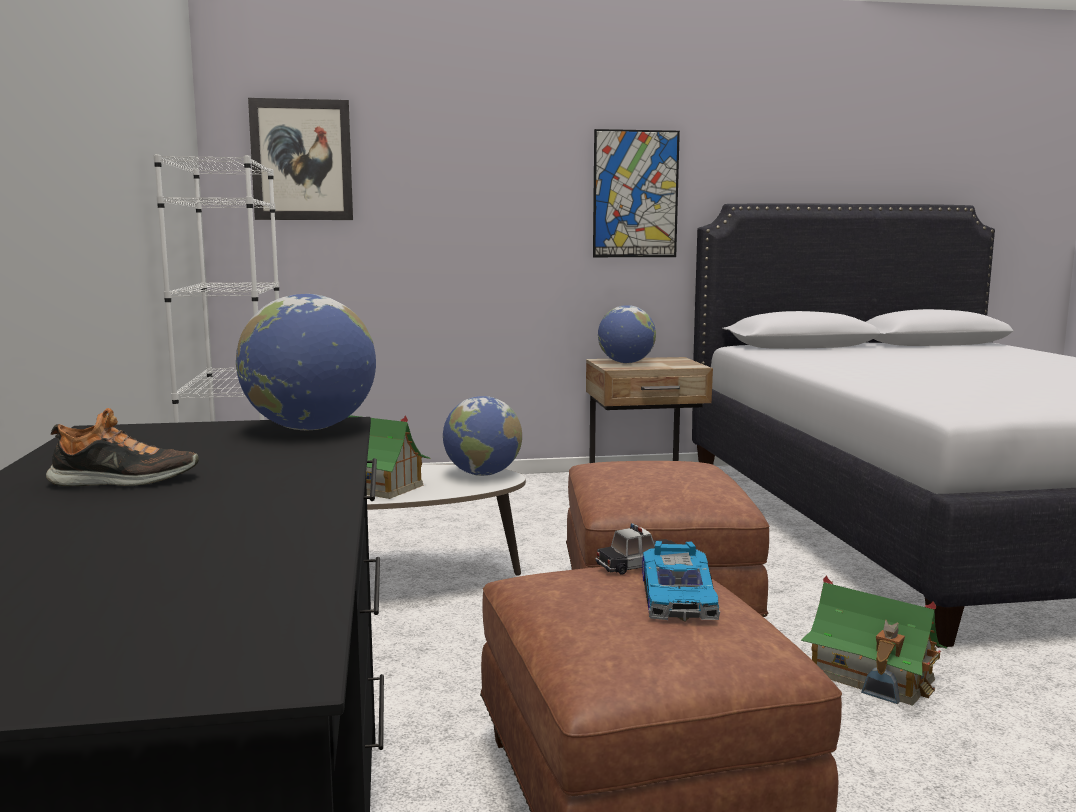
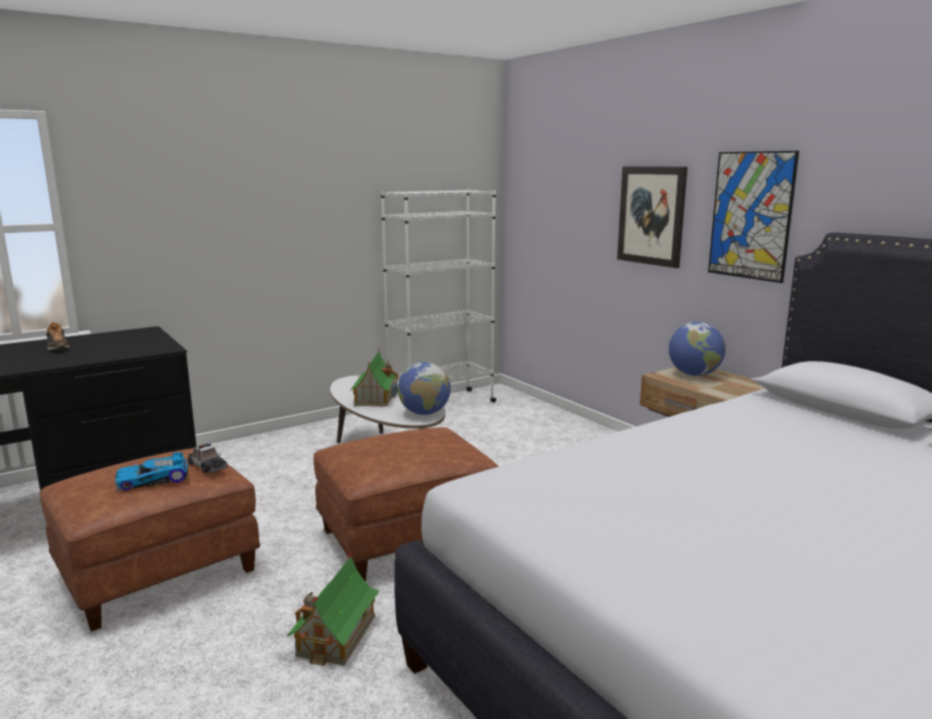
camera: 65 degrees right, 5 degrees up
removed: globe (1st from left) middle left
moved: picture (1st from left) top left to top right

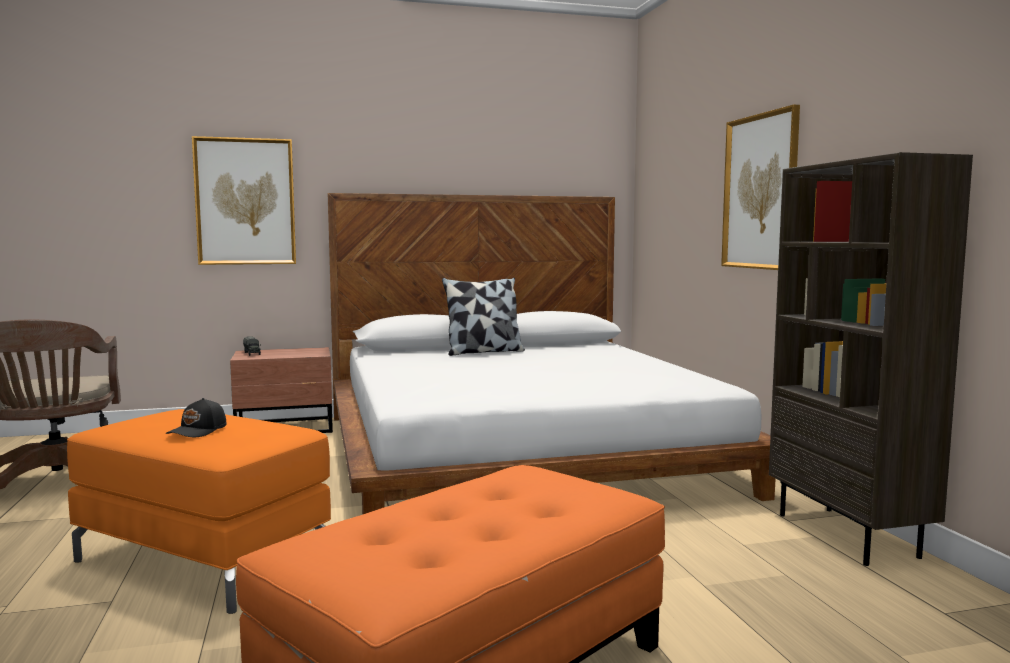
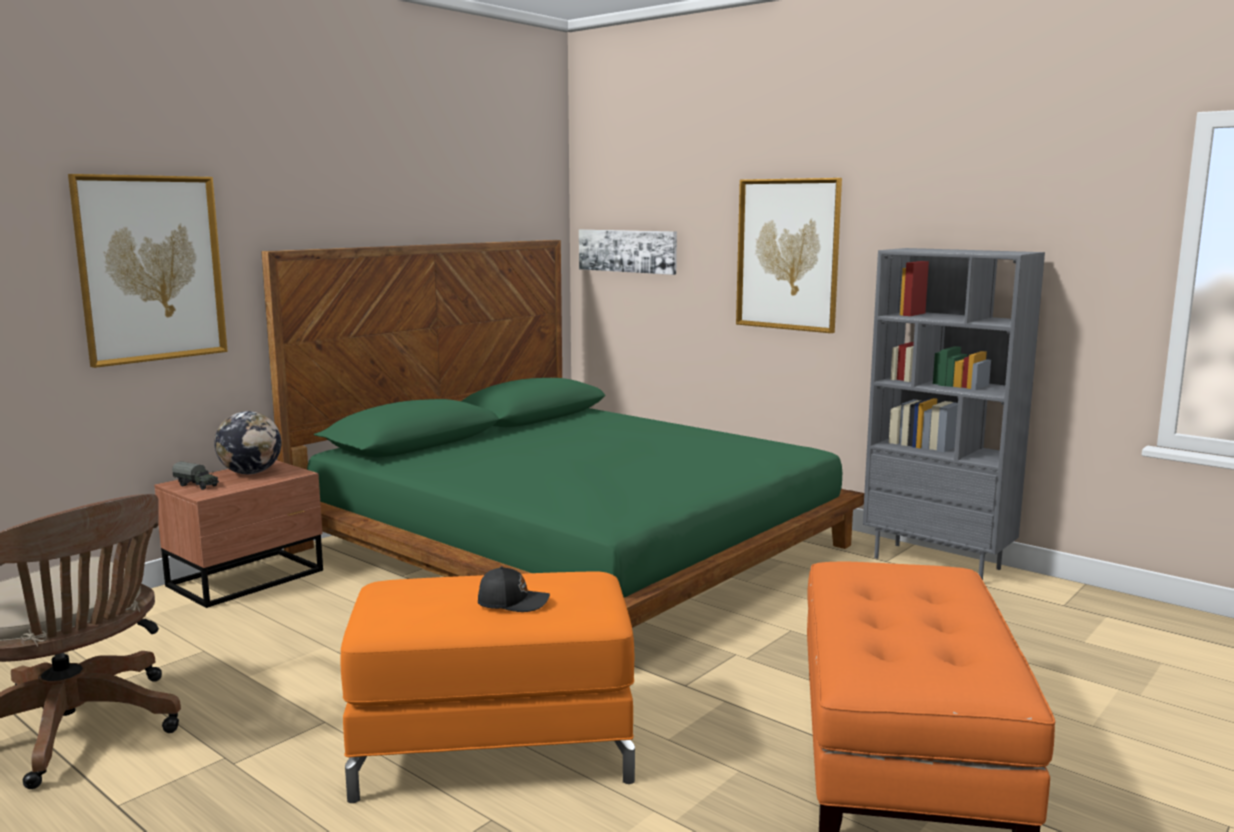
camera: 35 degrees left, 5 degrees up
removed: pillow centre
added: globe middle left; picture (2nd from left) top centre
recoloured: white_bed centre to green_bed centre; brown_bookcase middle right to grey_bookcase middle right
turned: black_cap middle left = bottom centre 75 degrees counterclockwise

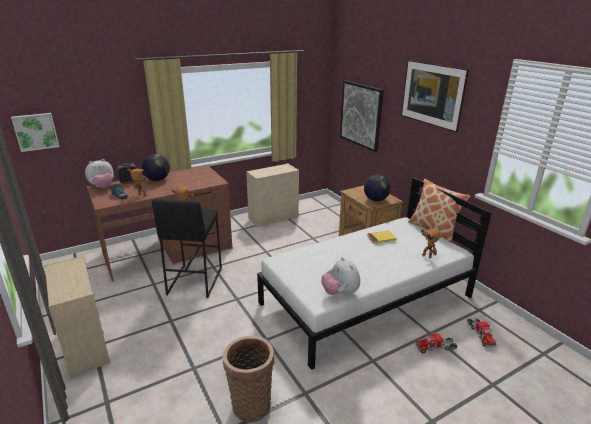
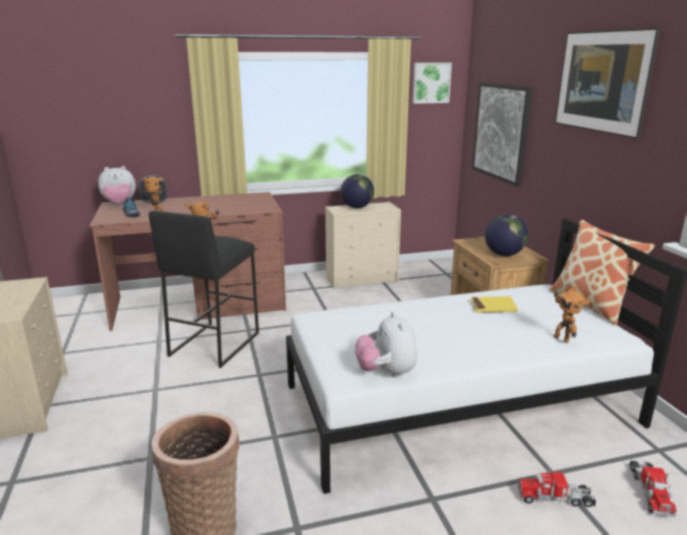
camera: 15 degrees right, 5 degrees down
moved: picture (1st from left) top left to top centre; globe (1st from left) middle left to centre

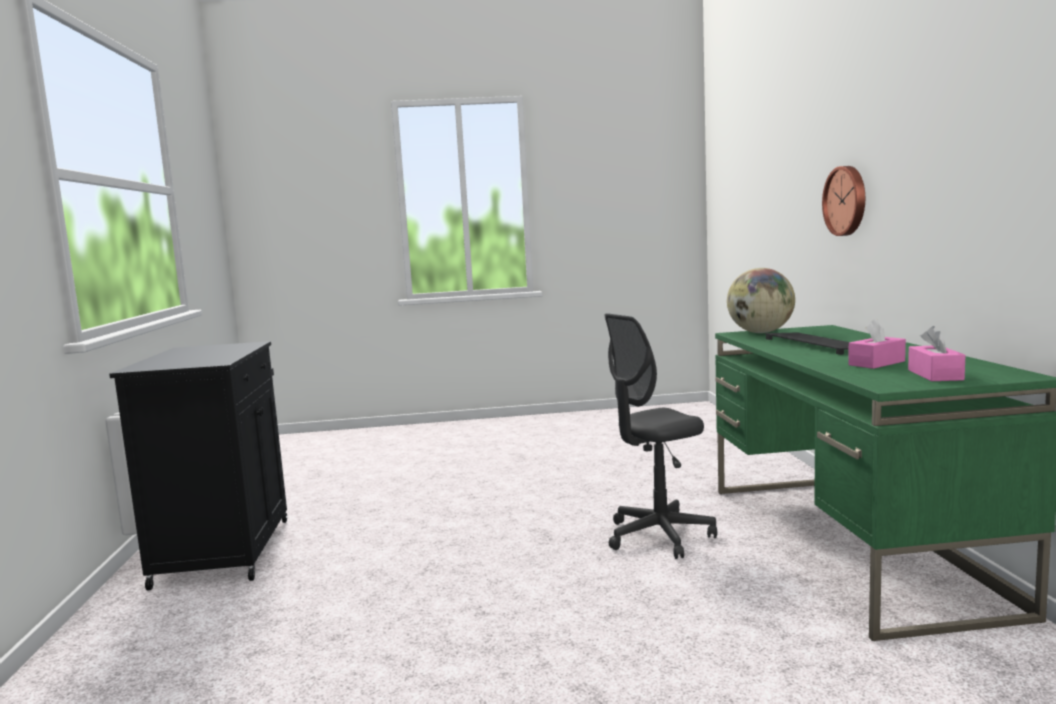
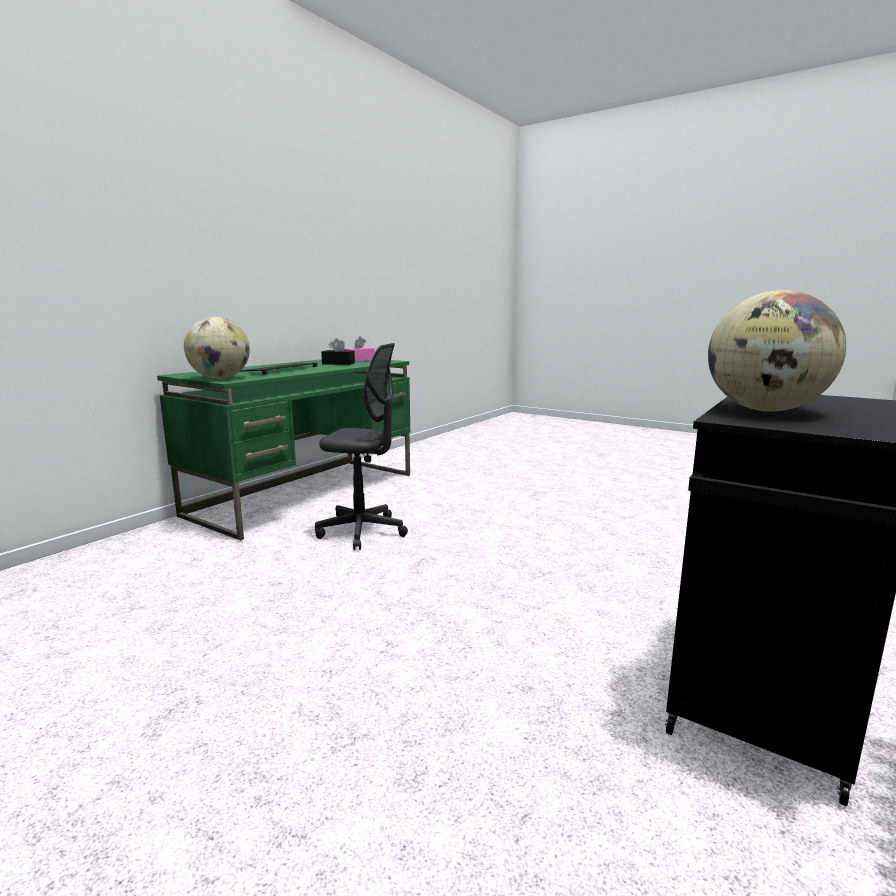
camera: 140 degrees left, 5 degrees up
removed: wall_clock top right
added: globe (2nd from left) middle right
recoloured: pink_tissue_box (1st from left) middle right to black_tissue_box centre

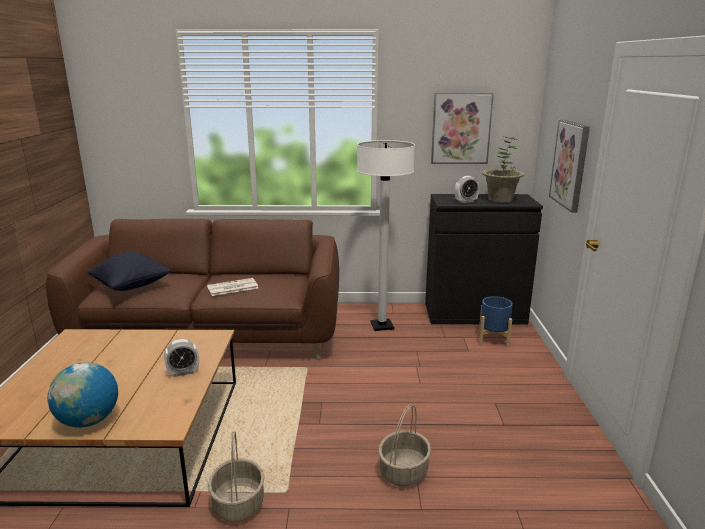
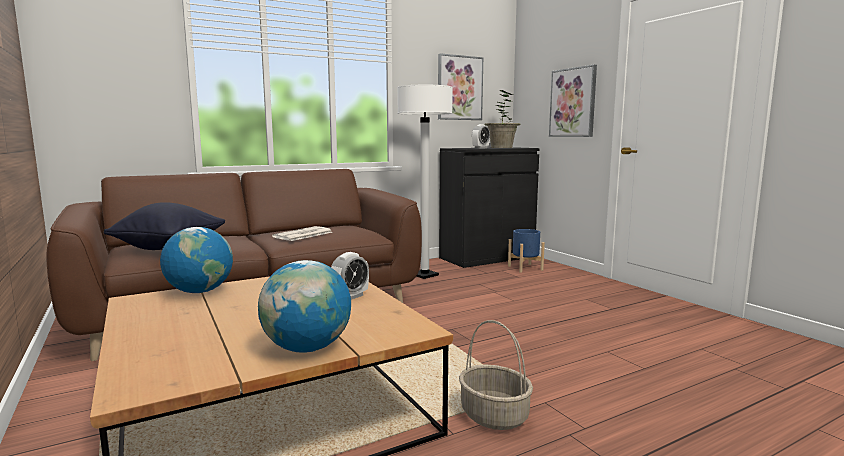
camera: 30 degrees left, 10 degrees down
removed: basket (2nd from left) bottom centre
added: globe (1st from left) middle left

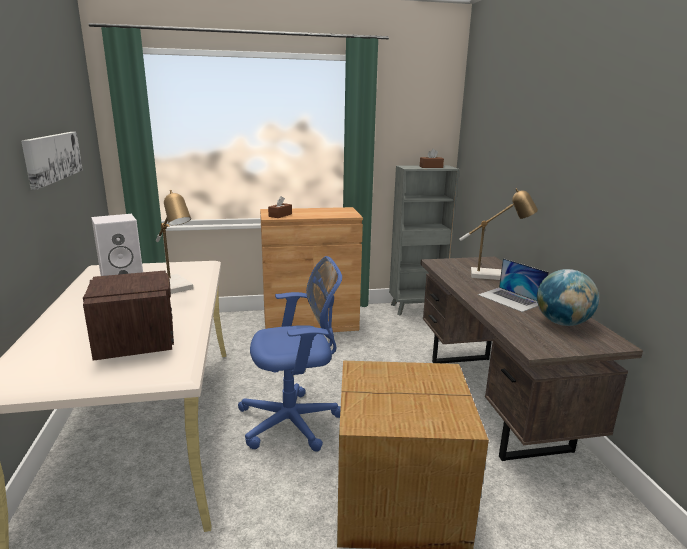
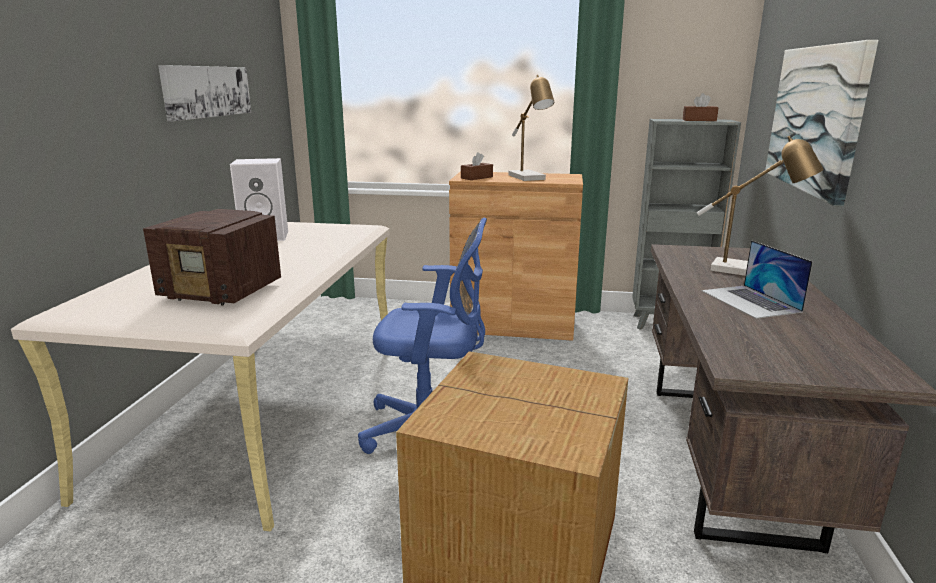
camera: 20 degrees right, 0 degrees up
removed: globe middle right
added: picture (2nd from left) top right
moved: table_lamp (1st from left) middle left to top centre
turned: radio middle left = middle left 105 degrees clockwise

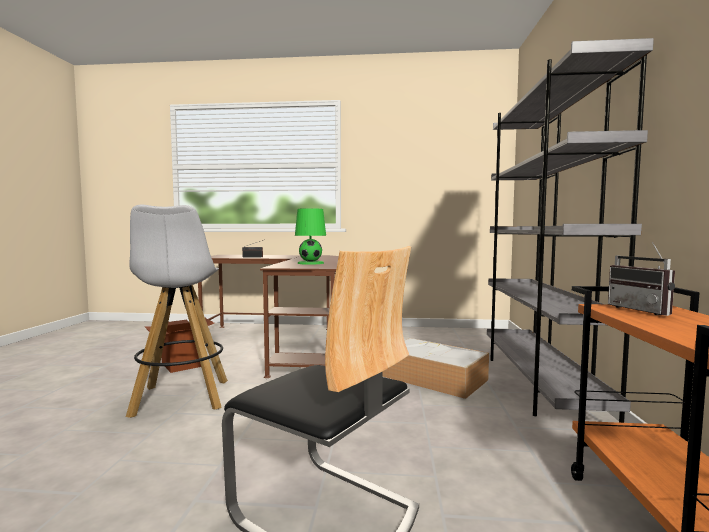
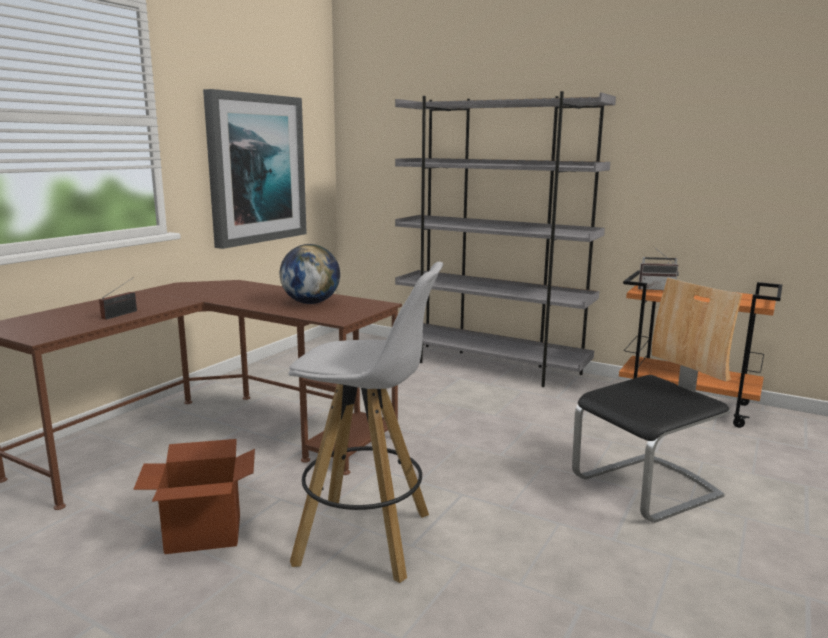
camera: 65 degrees left, 10 degrees up
removed: storage_box bottom centre
added: picture top left
replaced: green_table_lamp centre to globe centre

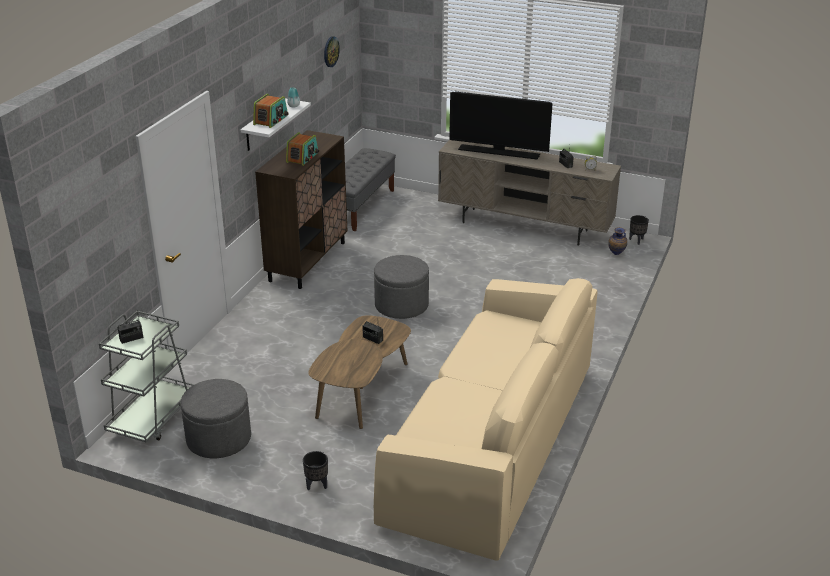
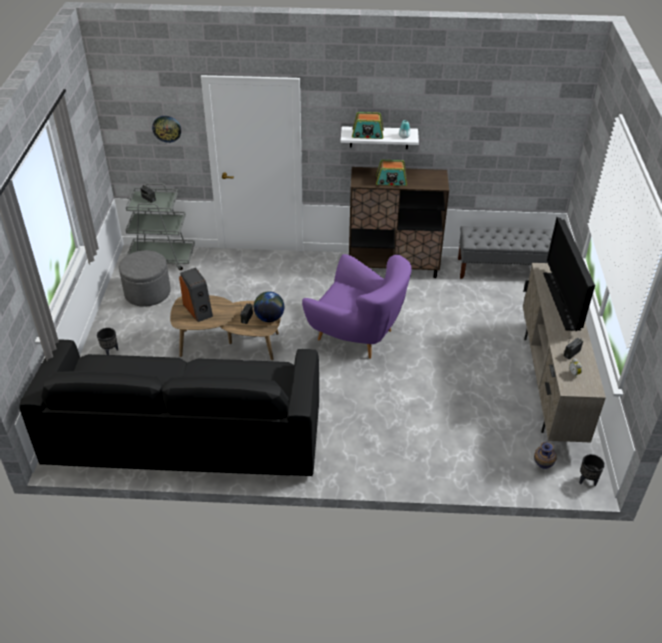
camera: 70 degrees right, 10 degrees up
added: speaker middle left; globe centre
moved: wall_clock top centre to top left
replaced: grey_ottoman (2nd from left) centre to purple_armchair centre
recoloured: beige_sofa bottom centre to black_sofa middle left

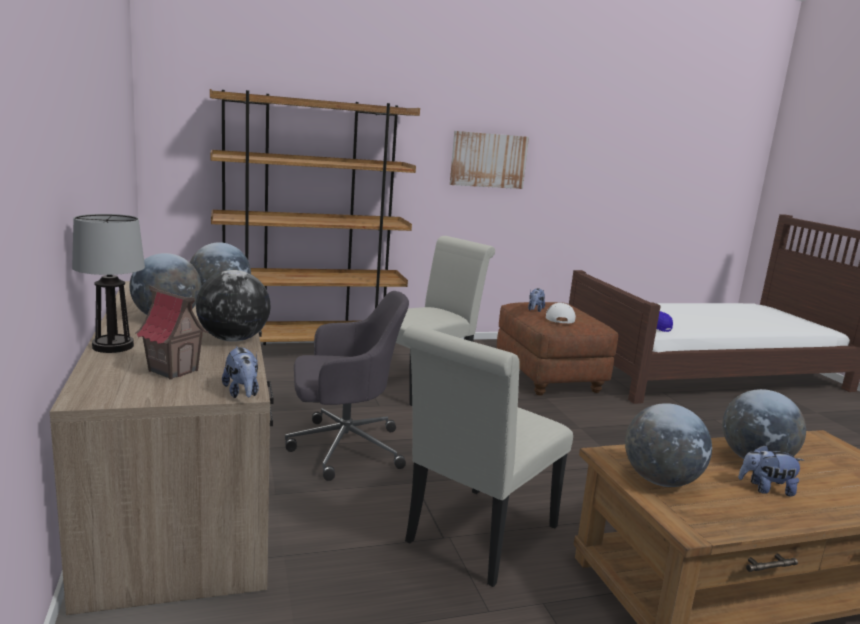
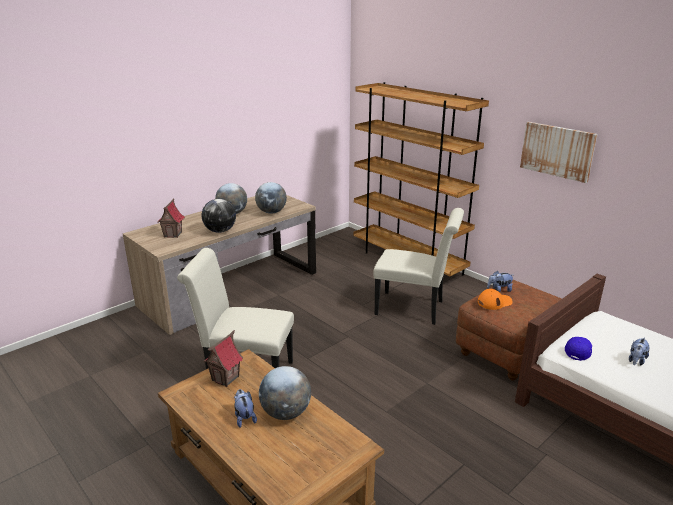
camera: 65 degrees right, 10 degrees up
removed: table_lamp middle left; grey_office_chair centre
moved: plush_toy (1st from left in the first image) middle left to plush_toy (3rd from left) bottom right
replaced: globe (4th from left) bottom right to toy_house (2nd from left) bottom left
recoloured: white_cap centre to orange_cap middle right

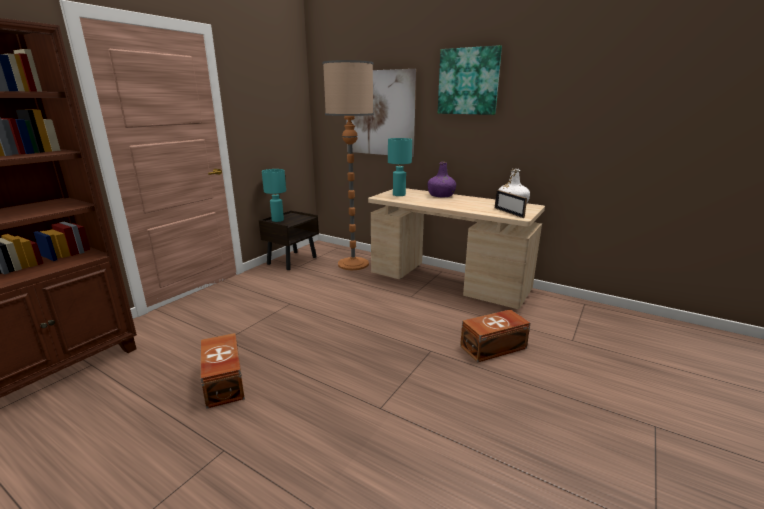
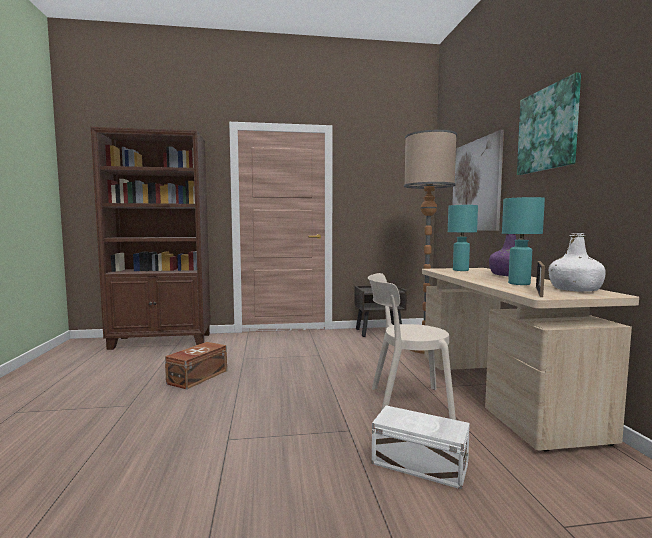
camera: 50 degrees right, 15 degrees down
added: beige_chair centre
moved: turquoise_table_lamp (1st from left in the first image) centre to turquoise_table_lamp (2nd from left) middle right
recoloured: brown_storage_box (2nd from left) centre to white_storage_box bottom centre

